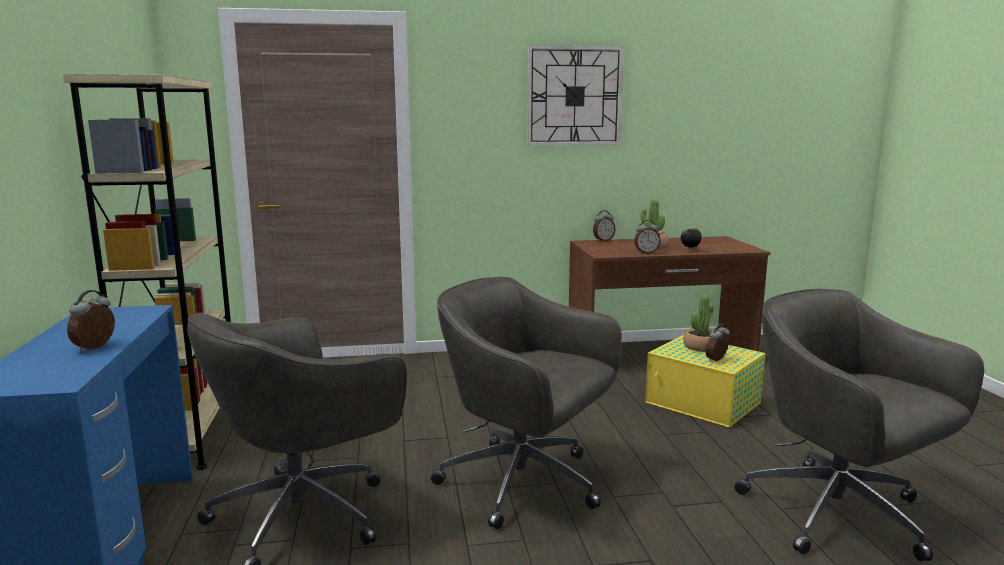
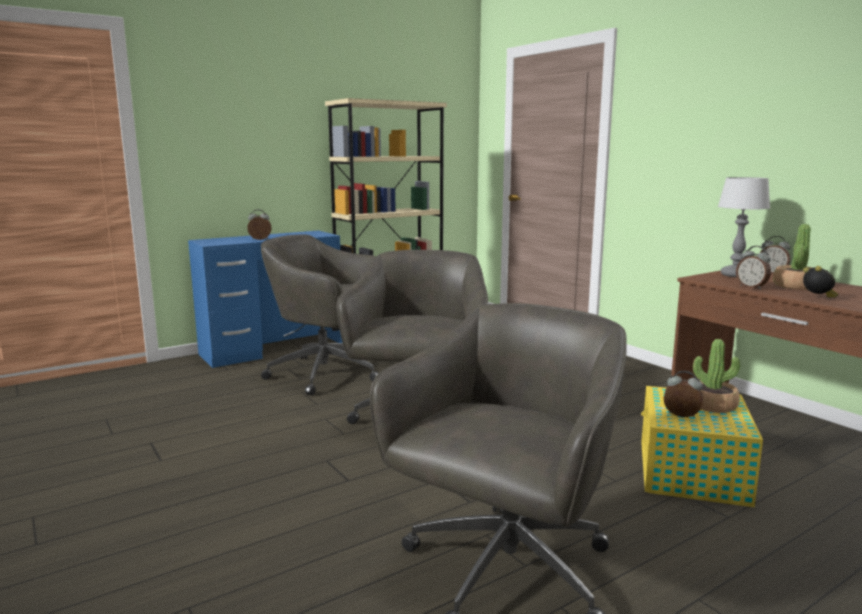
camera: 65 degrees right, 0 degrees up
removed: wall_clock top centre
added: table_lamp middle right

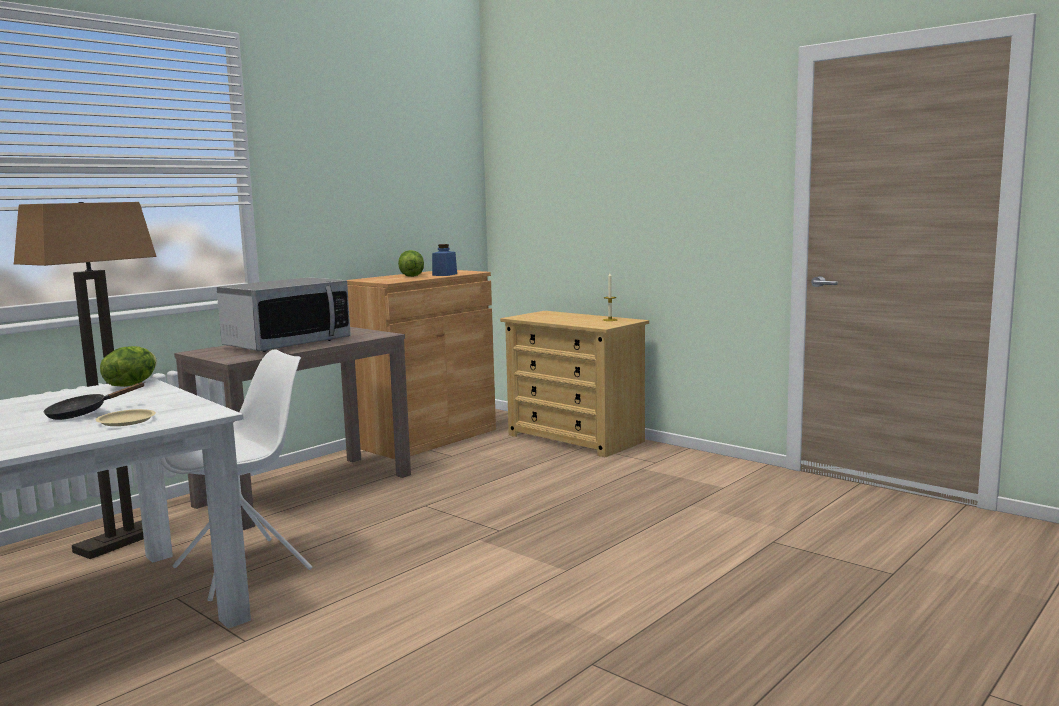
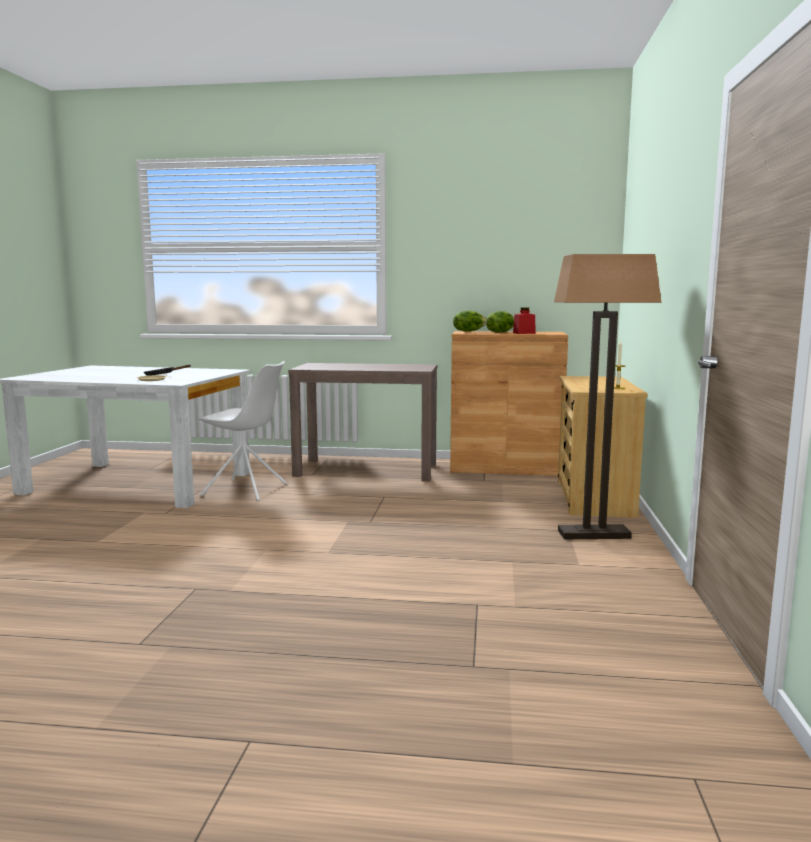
camera: 55 degrees right, 0 degrees up
removed: microwave middle left
moved: floor_lamp middle left to middle right; lettuce (1st from left) middle left to centre
recoloured: blue_jar centre to red_jar centre

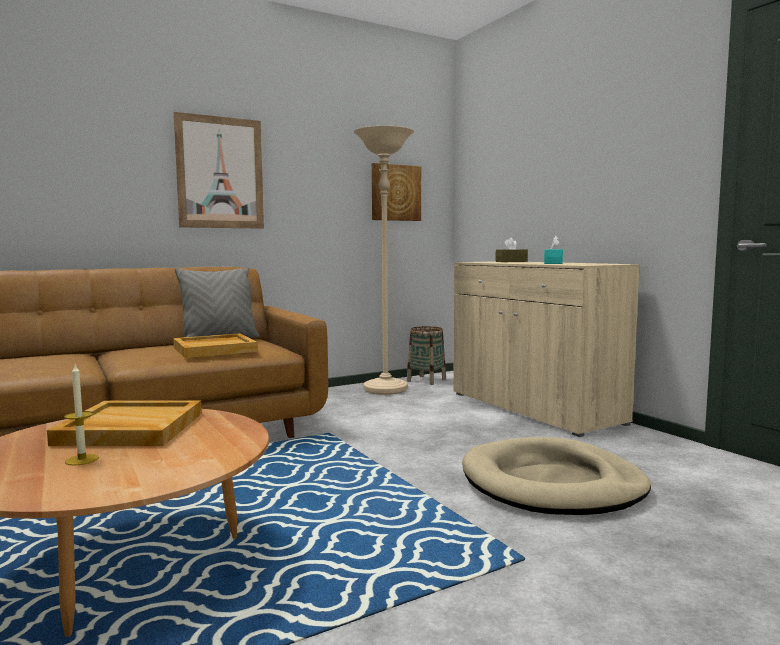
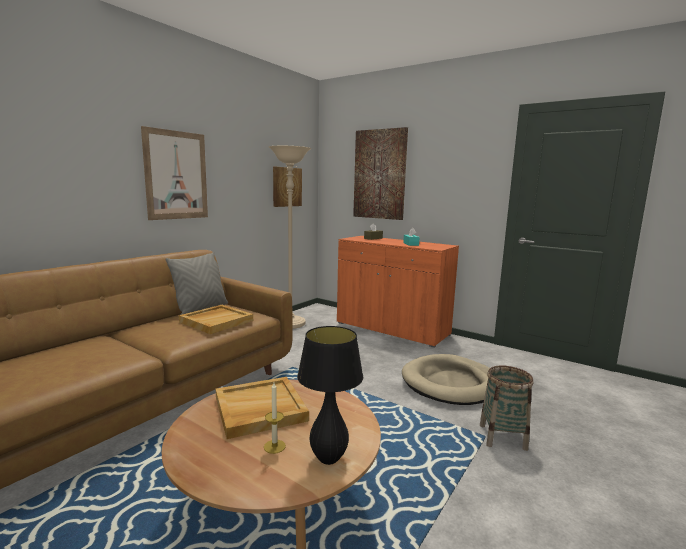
camera: 25 degrees left, 5 degrees up
added: black_table_lamp bottom centre; picture (3rd from left) top centre
moved: basket centre to bottom right
recoloured: beige_cabinet middle right to orange_cabinet centre

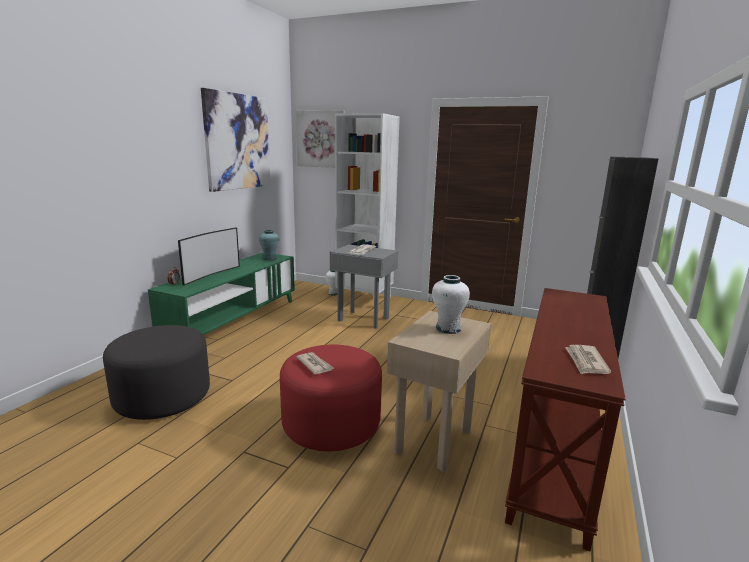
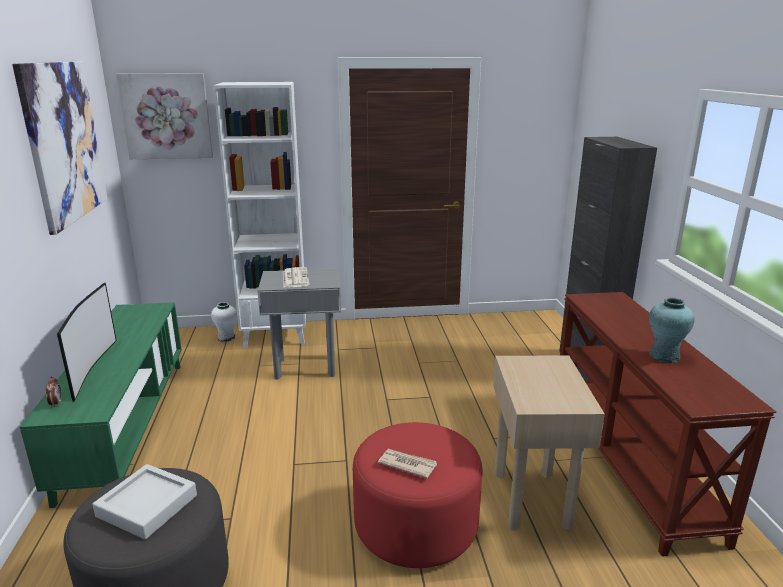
camera: 30 degrees left, 5 degrees up
removed: white_vase (2nd from left) centre; newspaper (3rd from left) middle right
added: grey_tray bottom left
moved: turquoise_vase centre to middle right

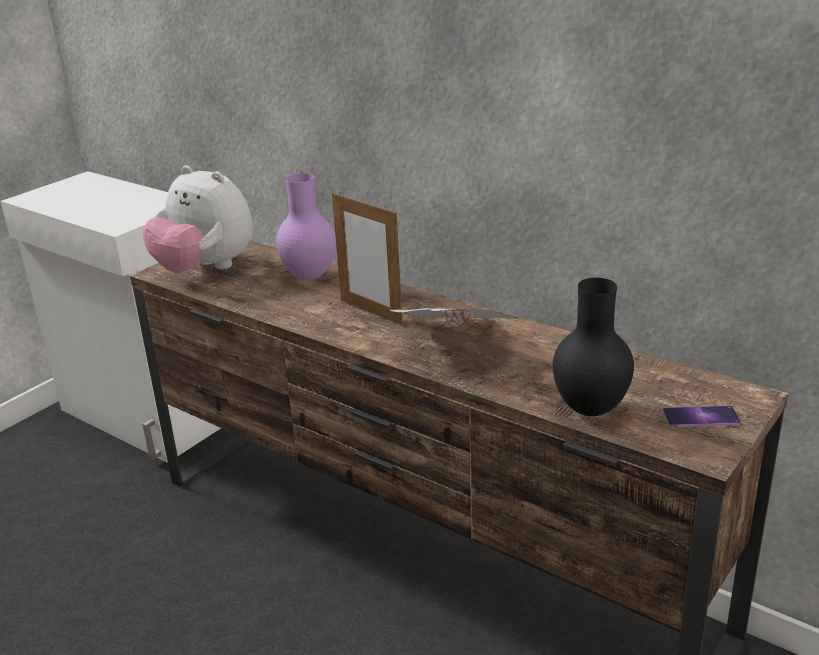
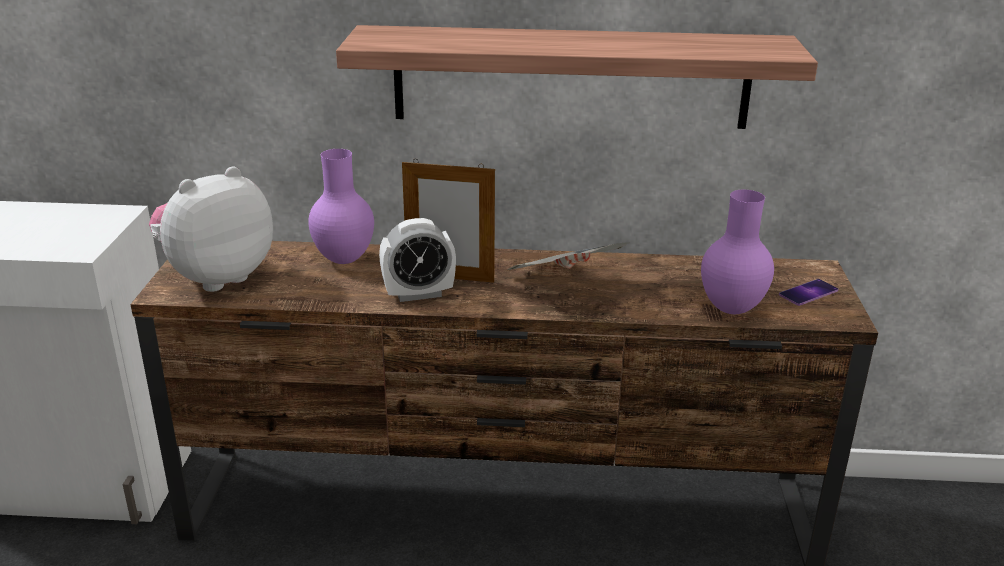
camera: 35 degrees left, 0 degrees up
added: shelf top centre; alarm_clock centre
recoloured: black_vase middle right to purple_vase (2nd from left) middle right
turned: plush_toy middle left = middle left 135 degrees clockwise

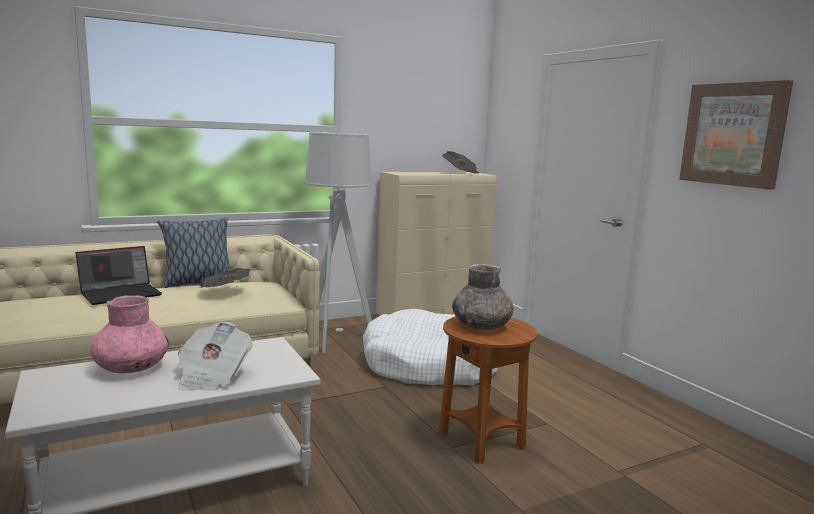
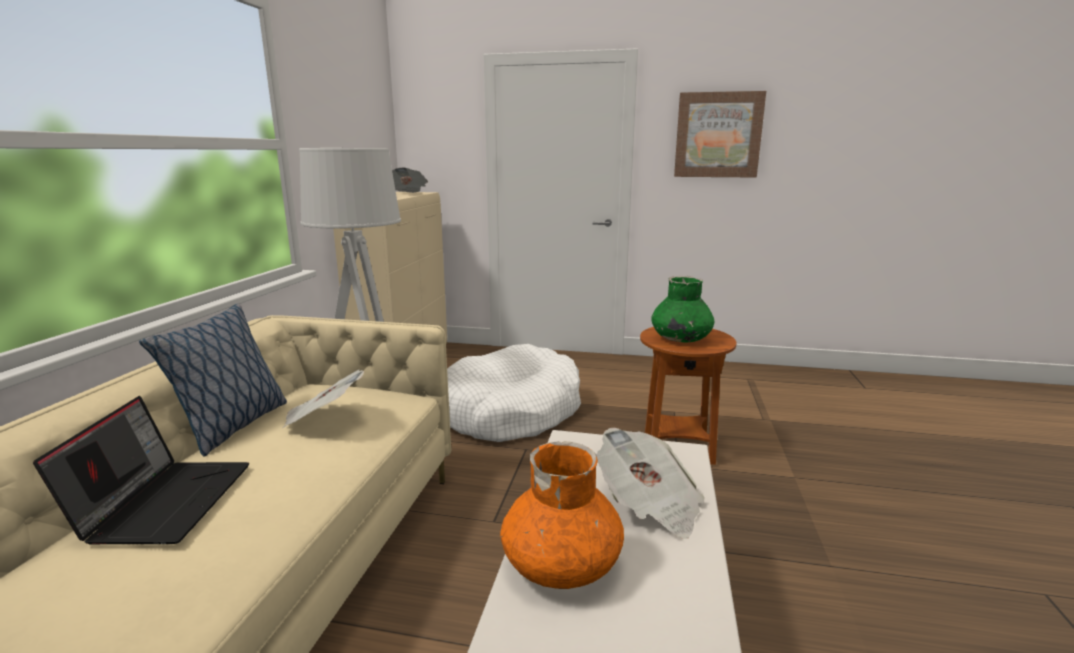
camera: 50 degrees left, 5 degrees up
recoloured: pink_vase middle left to orange_vase bottom centre; grey_vase centre to green_vase centre

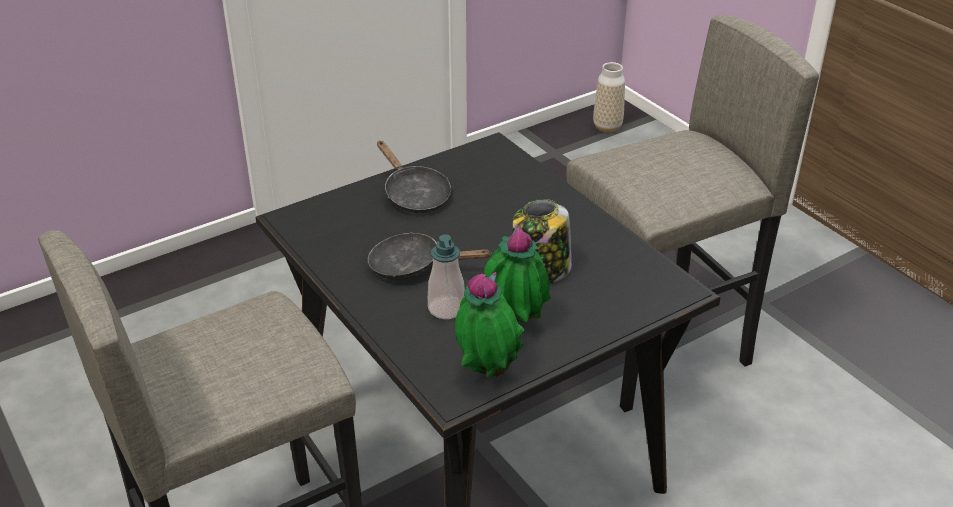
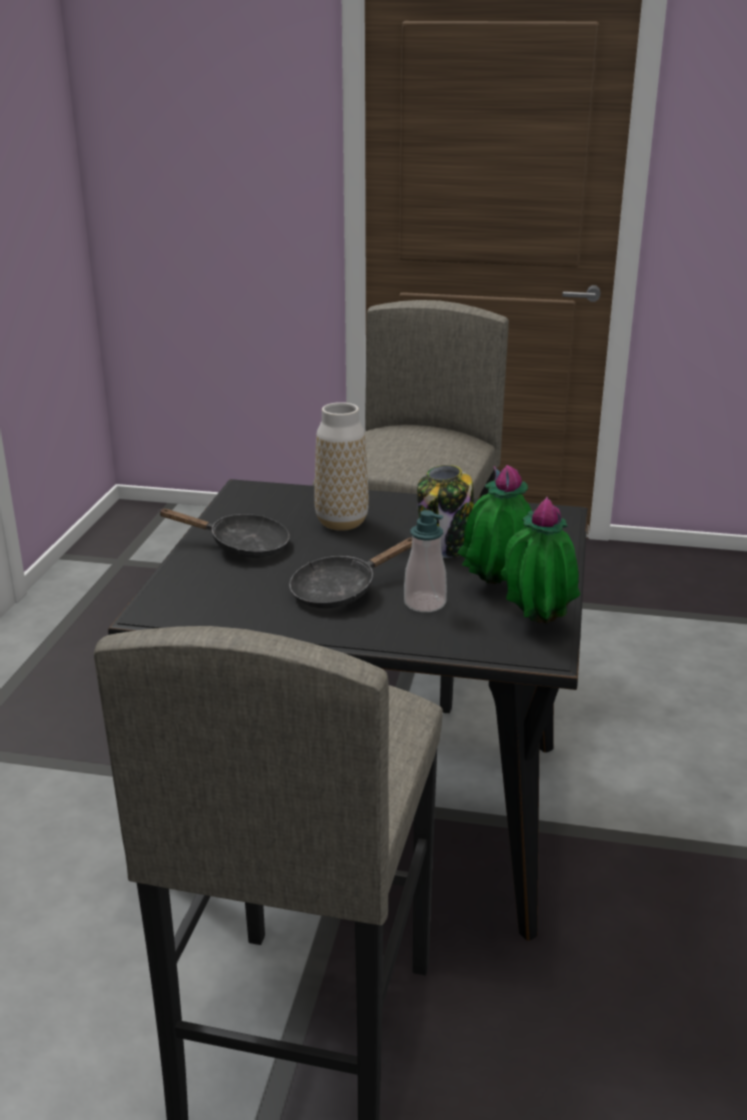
camera: 45 degrees left, 10 degrees down
moved: vase top centre to centre

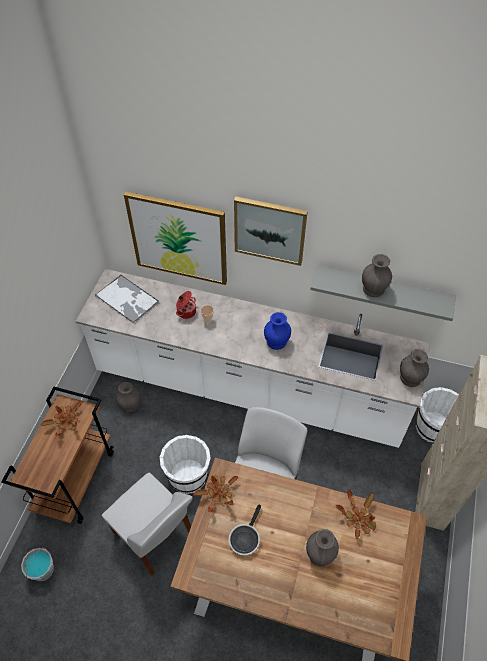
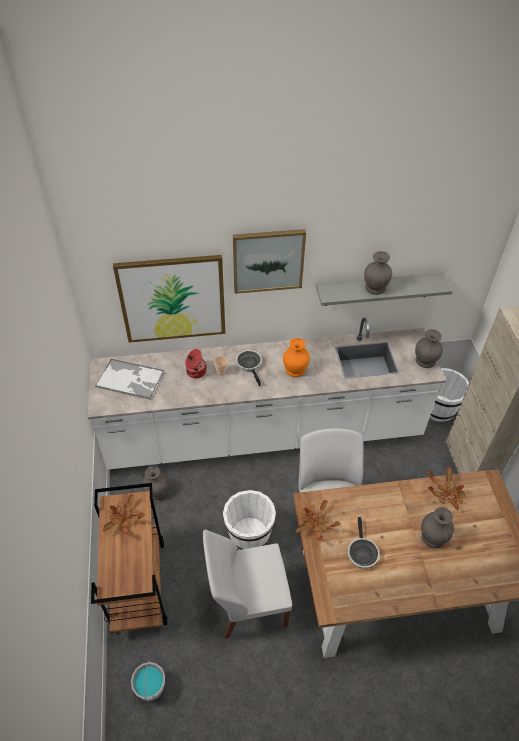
camera: 25 degrees left, 5 degrees down
added: frying_pan (1st from left) centre
recoloured: blue_vase centre to orange_vase centre
turned: white_chair (1st from left) bottom left = bottom centre 150 degrees clockwise

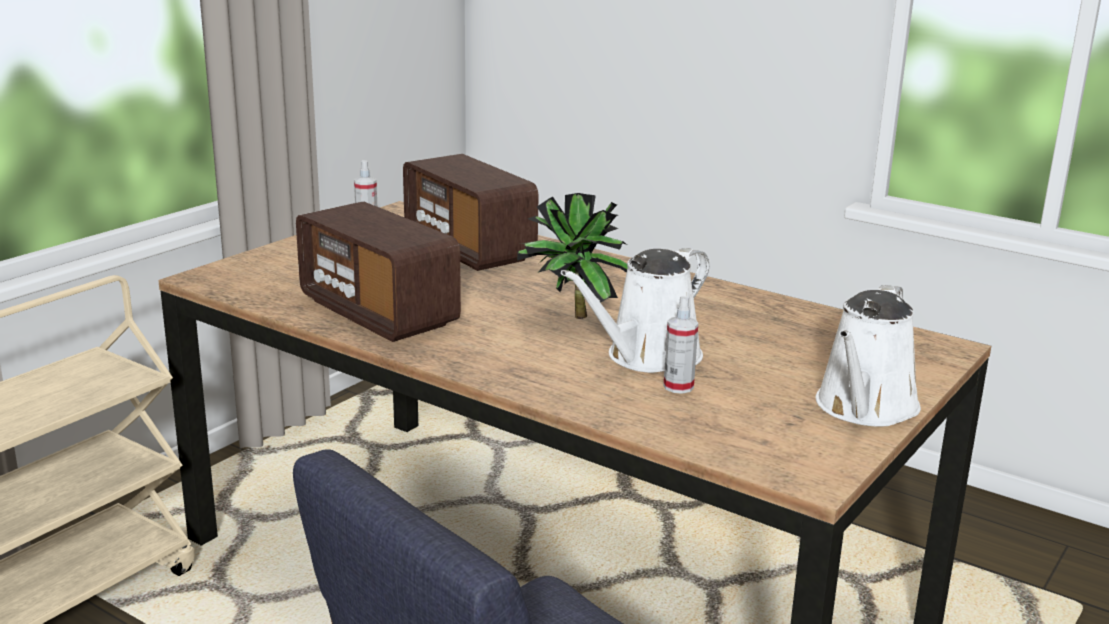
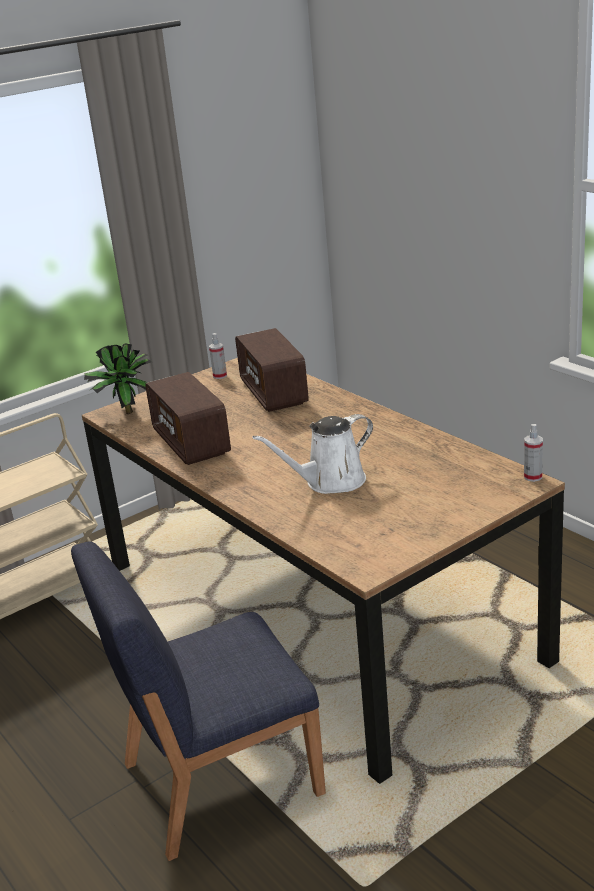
camera: 20 degrees right, 5 degrees up
removed: white_watering_can (2nd from left) middle right
moved: potted_plant centre to middle left; spray_bottle (2nd from left) centre to middle right

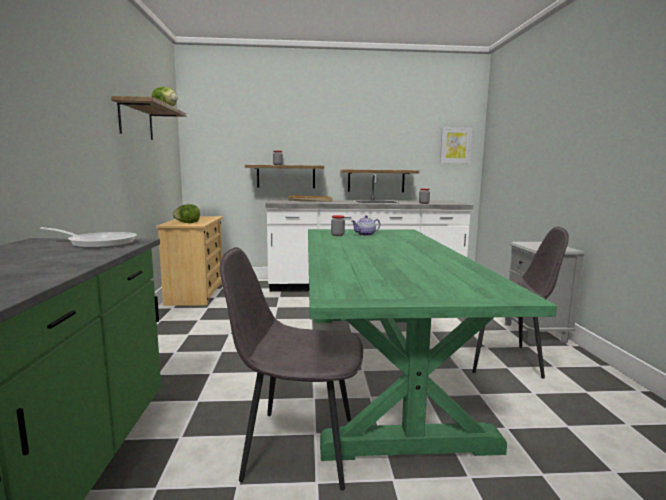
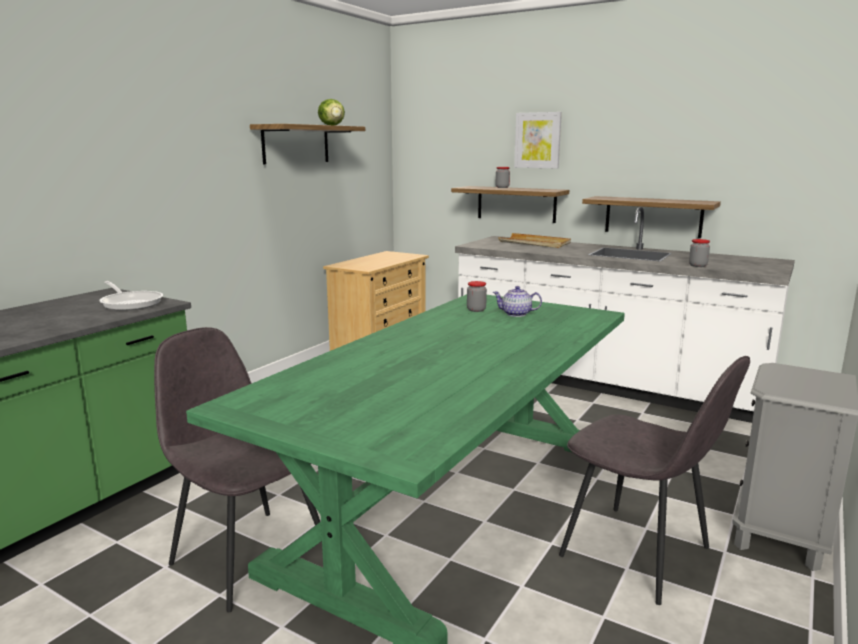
camera: 35 degrees right, 5 degrees up
removed: lettuce (2nd from left) middle left
moved: picture top right to top centre

